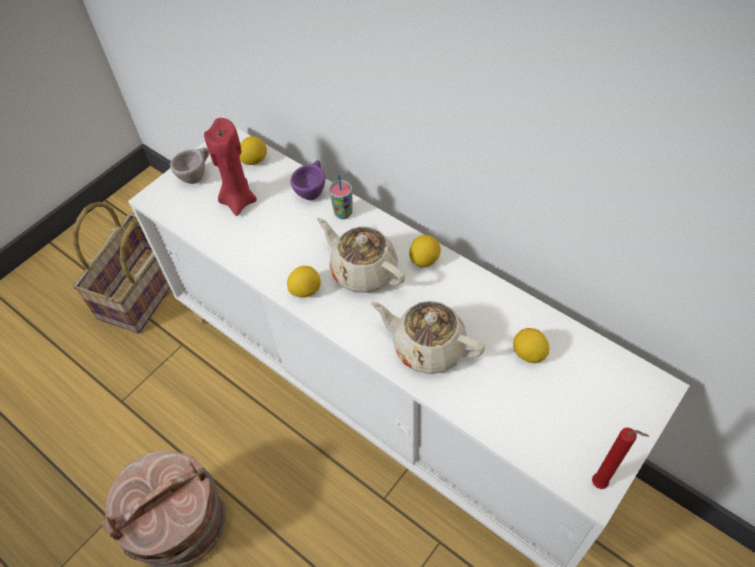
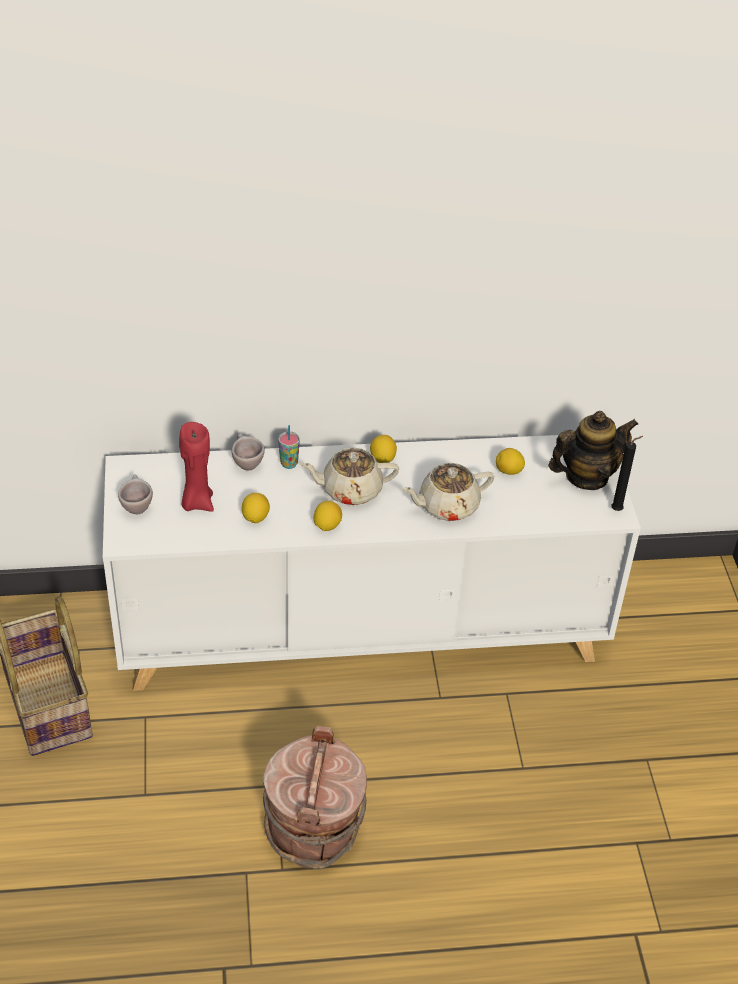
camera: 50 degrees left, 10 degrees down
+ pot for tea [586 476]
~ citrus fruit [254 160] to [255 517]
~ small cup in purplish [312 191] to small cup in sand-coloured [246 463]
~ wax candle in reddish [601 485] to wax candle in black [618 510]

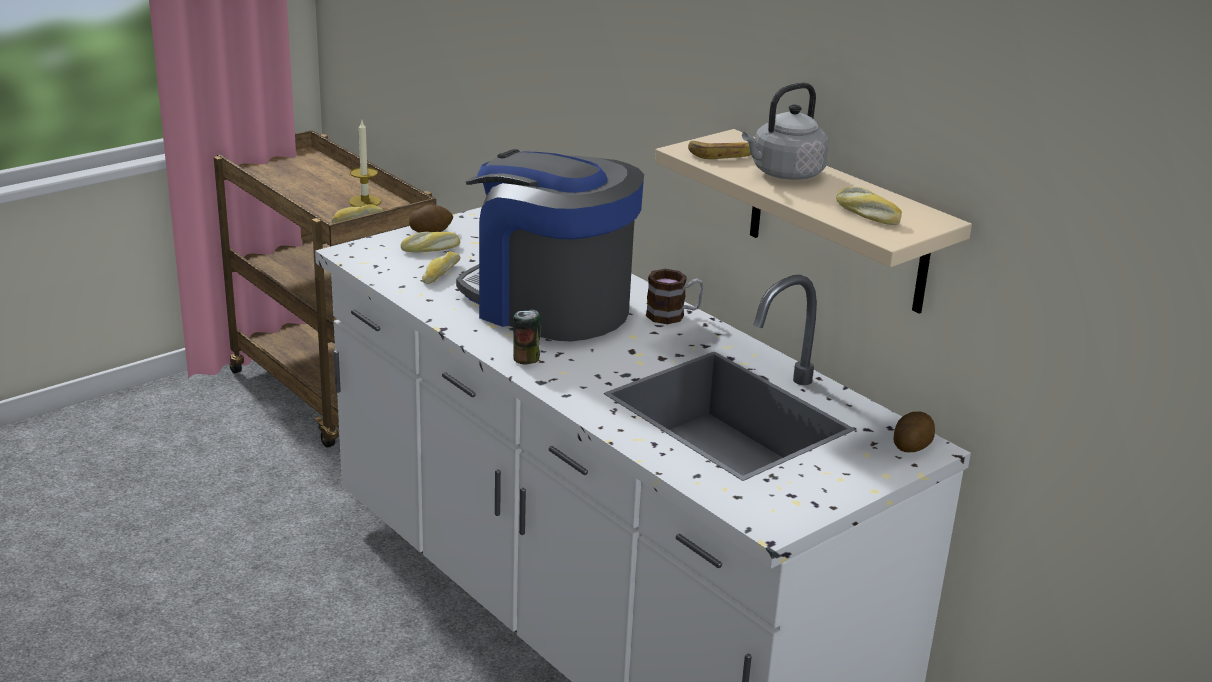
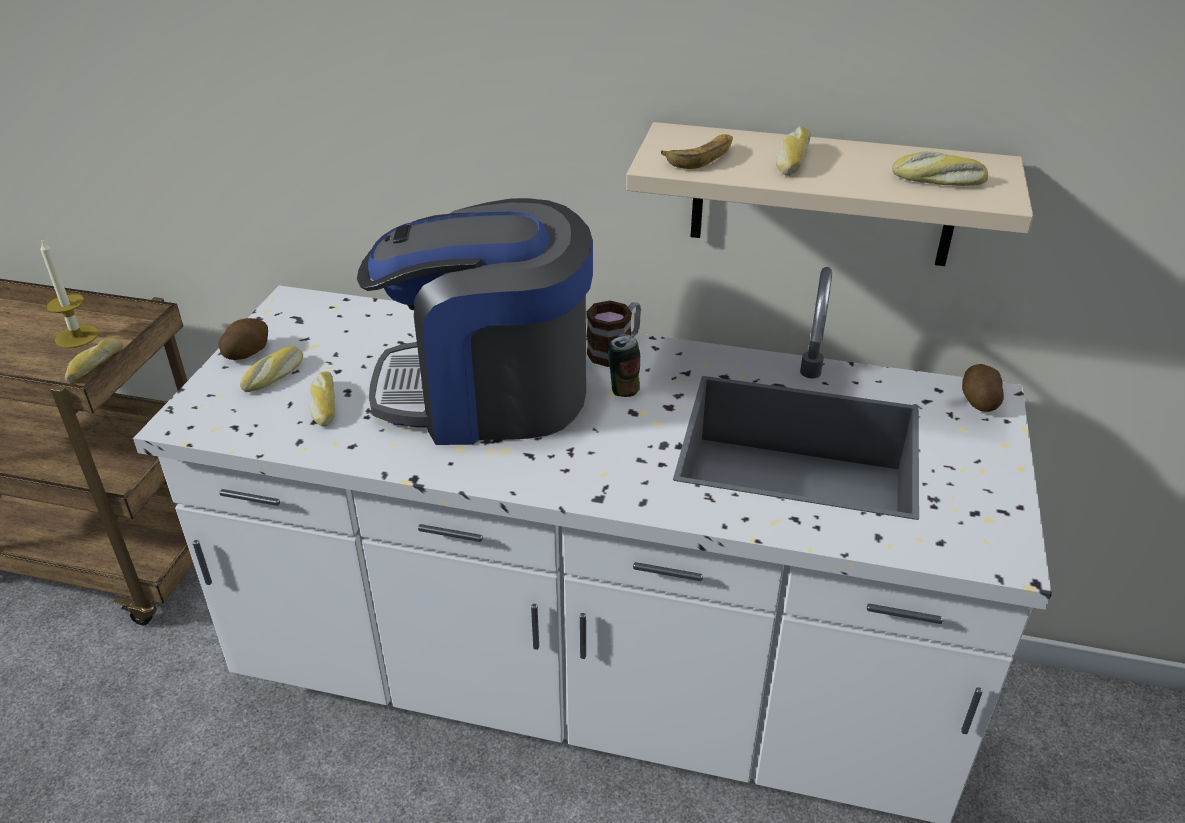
camera: 35 degrees left, 10 degrees up
~ can [526 359] to [623 389]
~ water kettle in greyish [784 174] to baked bread [792 160]

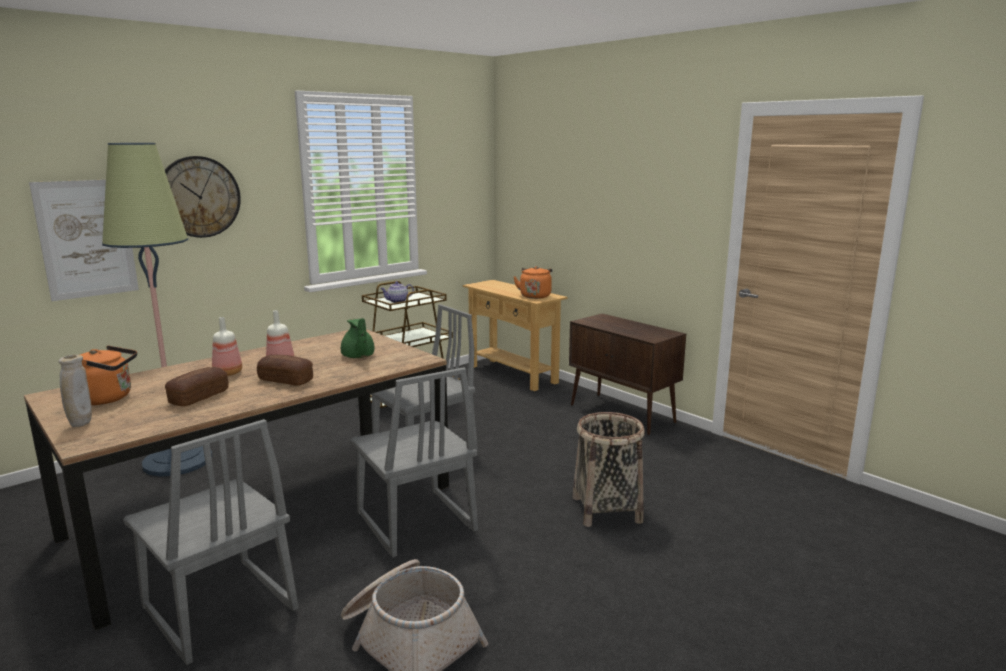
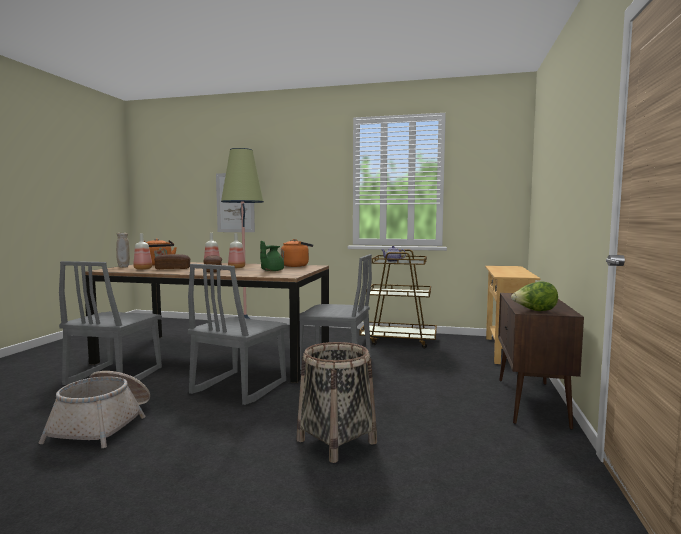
camera: 55 degrees right, 10 degrees down
- clock on the wall [199 197]
+ bottle [143 269]
+ head of lettuce [534 311]
~ water kettle in orange-coloured [535 296] to [296 266]

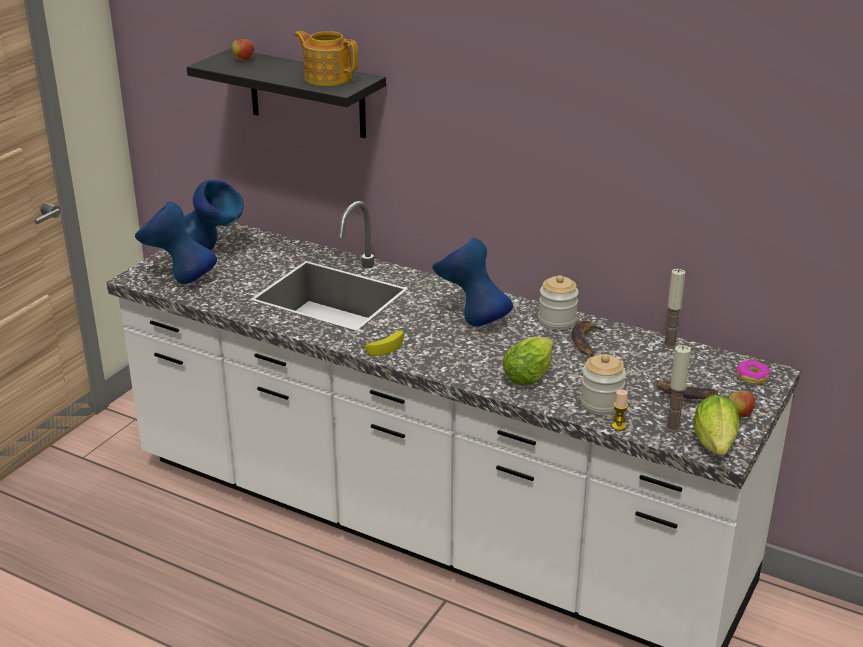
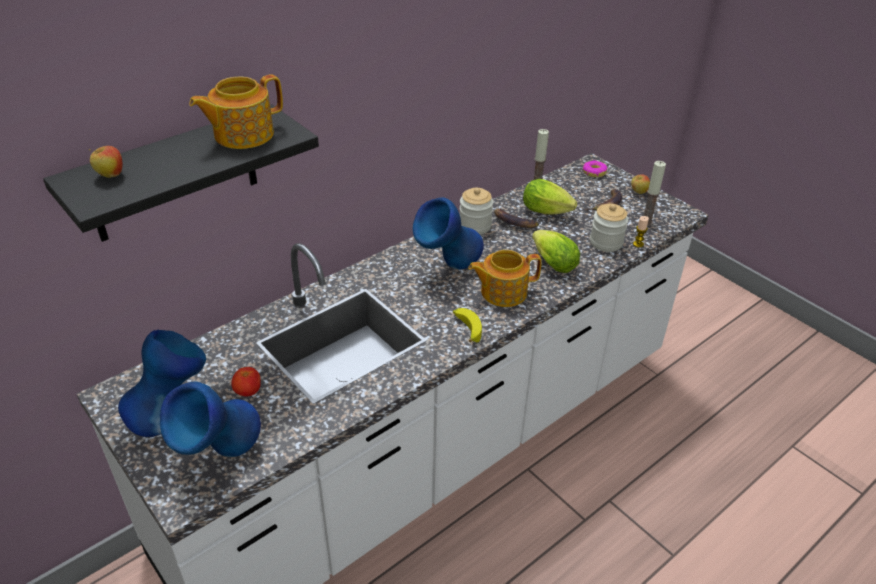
camera: 70 degrees left, 10 degrees up
+ tomato [248 391]
+ pot for tea [502 292]
~ head of lettuce [715 447] to [549 212]

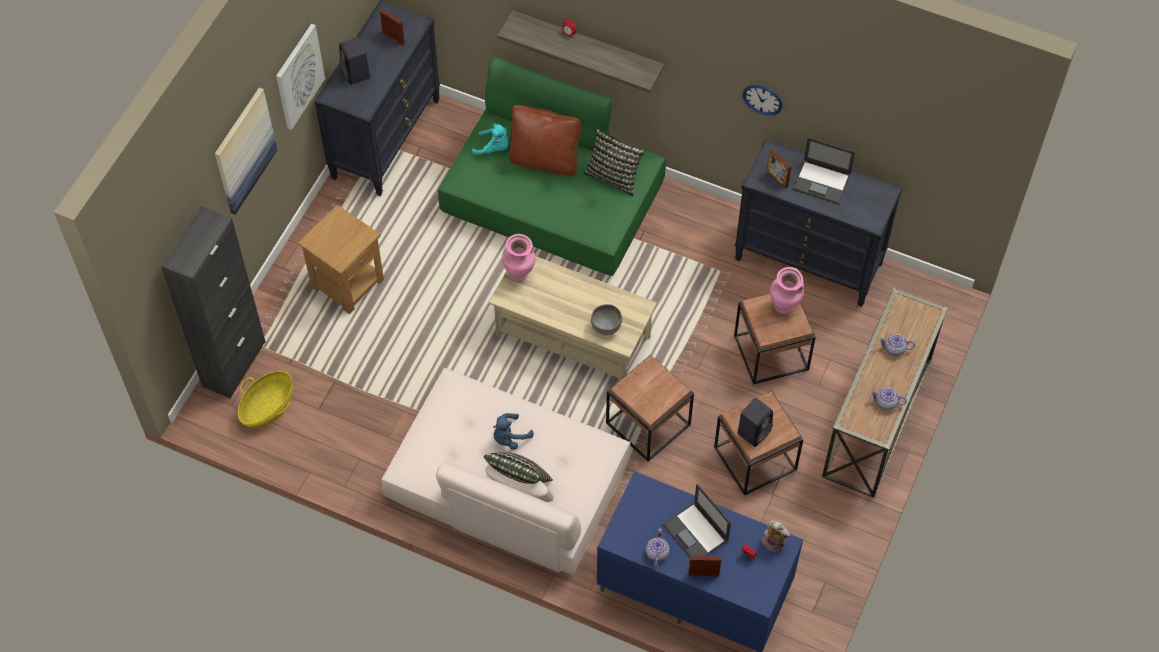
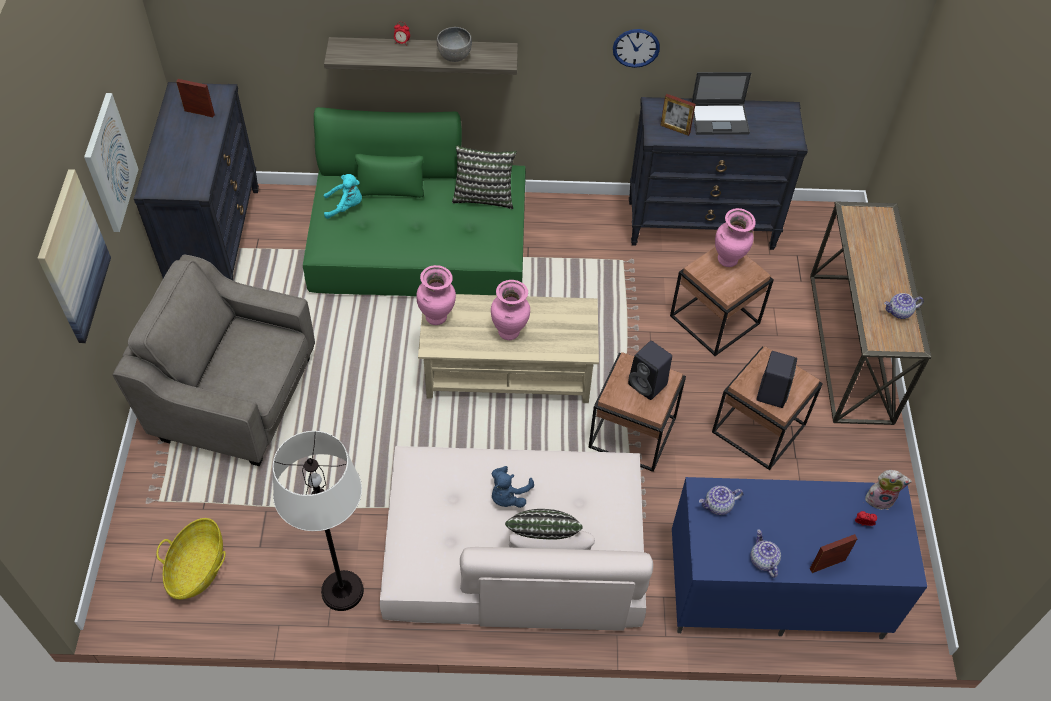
camera: 25 degrees left, 5 degrees down
- storage cabinet in black [234 364]
- pillow in brown [545 160]
- portable computer [696 533]
+ standing lamp in white-coloured [342 591]
+ decorative vase in pink [510 332]
~ audio speaker in black [356 74] to [648 385]
~ bowl in greyish [606 327] to [454 56]
~ pot for tea [894 349] to [718 506]
~ accent table in brown [348 282] to lounge chair in greyish [236 398]

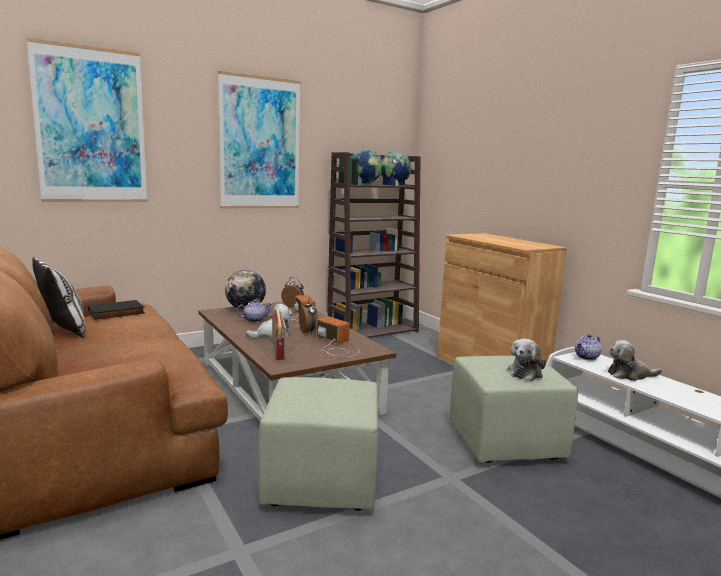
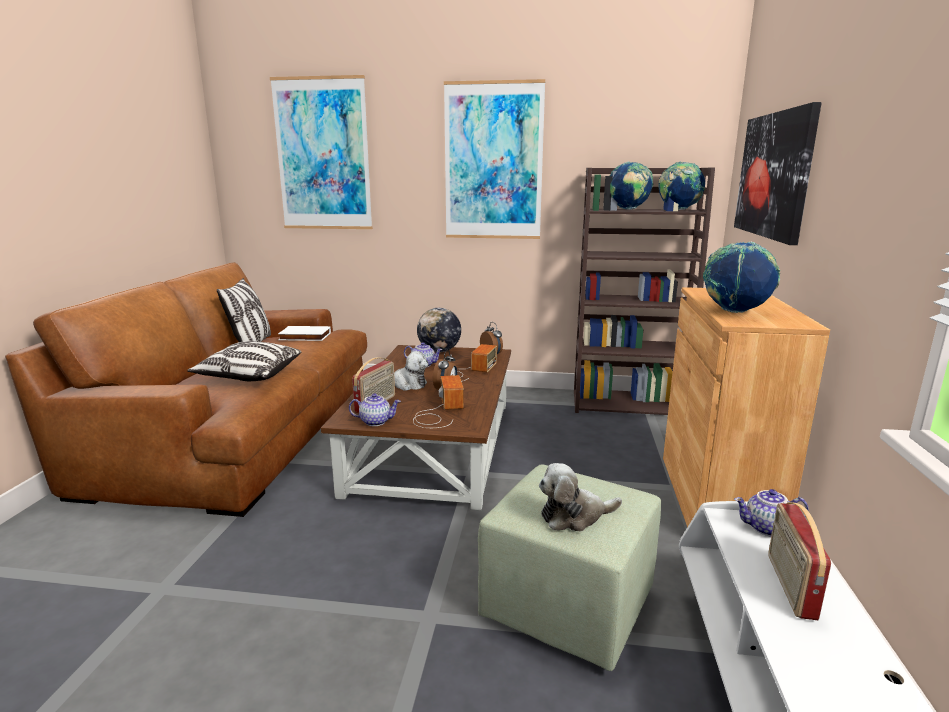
camera: 40 degrees right, 5 degrees up
- ottoman in greenish [321 480]
+ pillow [249 376]
+ pot for tea [376 421]
+ desk globe [735 312]
+ wall art [773 175]
~ soft toy [629 375] to radio set [789 586]
~ bound book in black [116 313] to bound book in white-coloured [304 337]

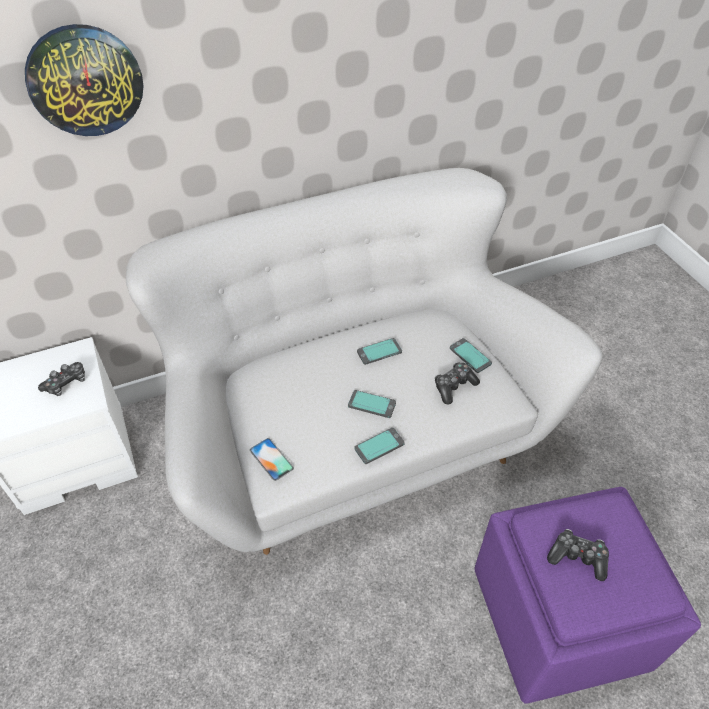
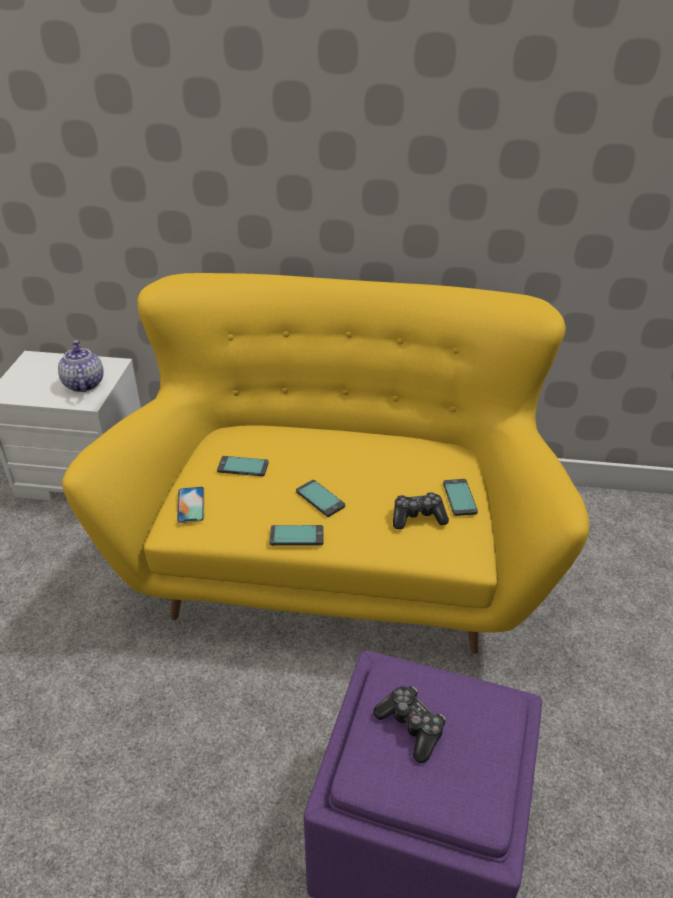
camera: 30 degrees right, 10 degrees down
- clock on the wall [85 81]
~ handset [379 352] to [243 467]
~ joypad [66 383] to pot for tea [83 384]
~ couch in white-coloured [355 434] to couch in yellow [335 555]

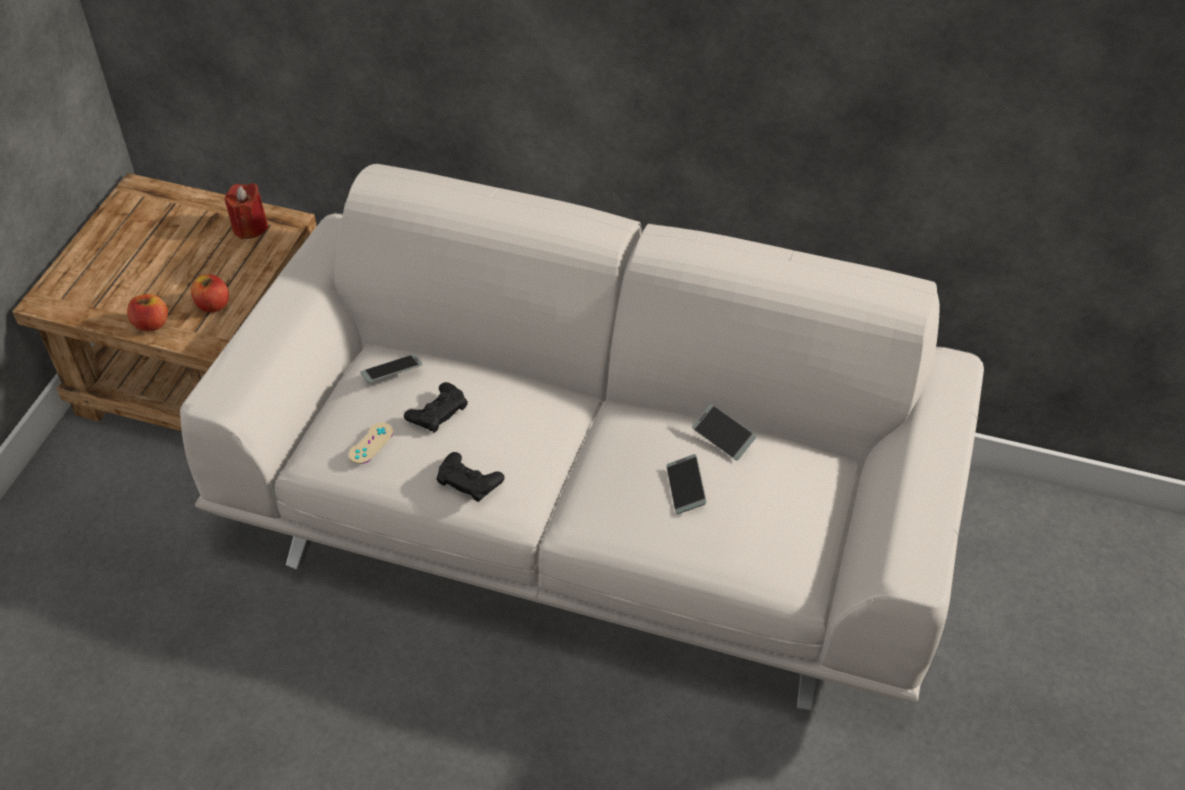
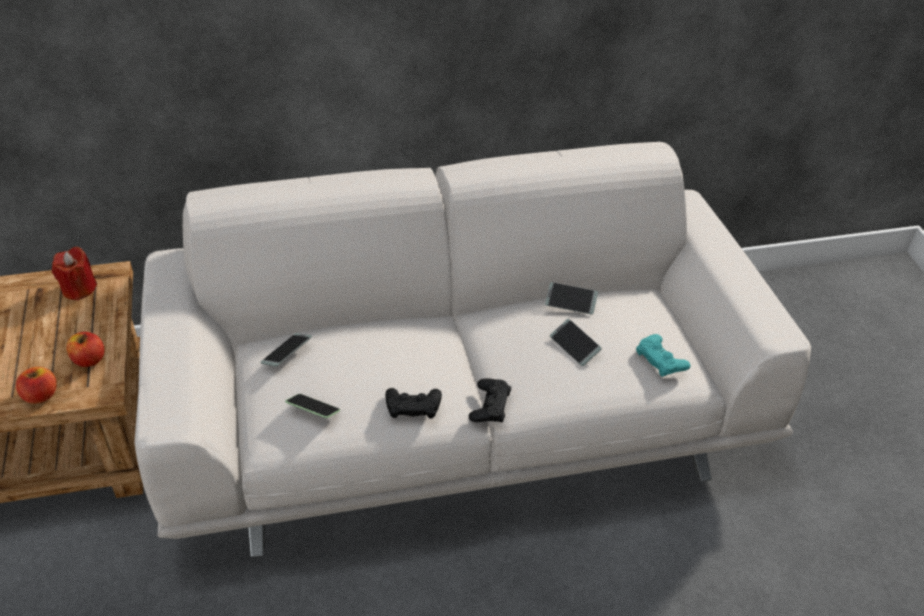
camera: 30 degrees left, 5 degrees down
+ joypad in blue-green [661 359]
~ joypad in black [437 412] to [490 405]
~ joypad in sand-coloured [371 443] to handset [313 410]

